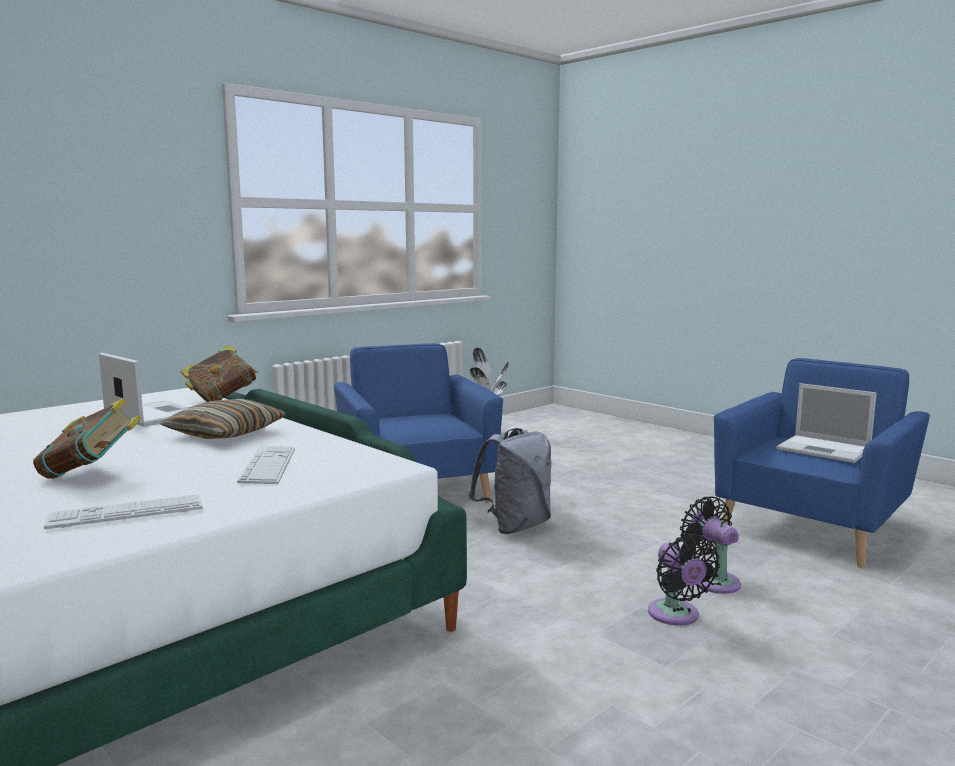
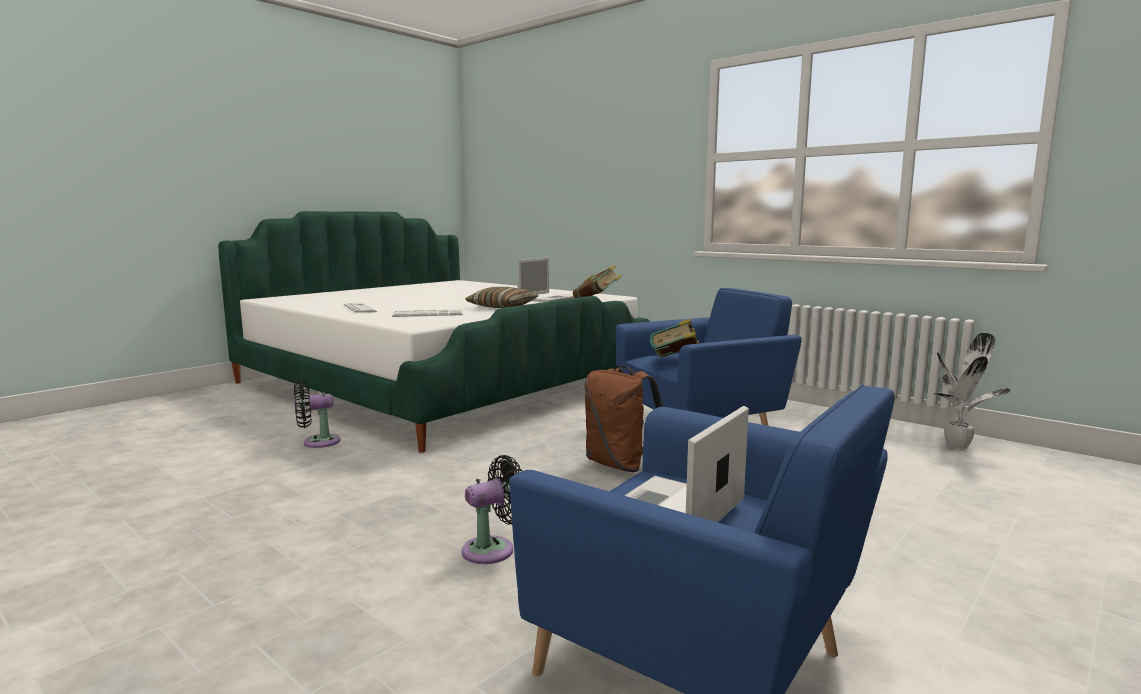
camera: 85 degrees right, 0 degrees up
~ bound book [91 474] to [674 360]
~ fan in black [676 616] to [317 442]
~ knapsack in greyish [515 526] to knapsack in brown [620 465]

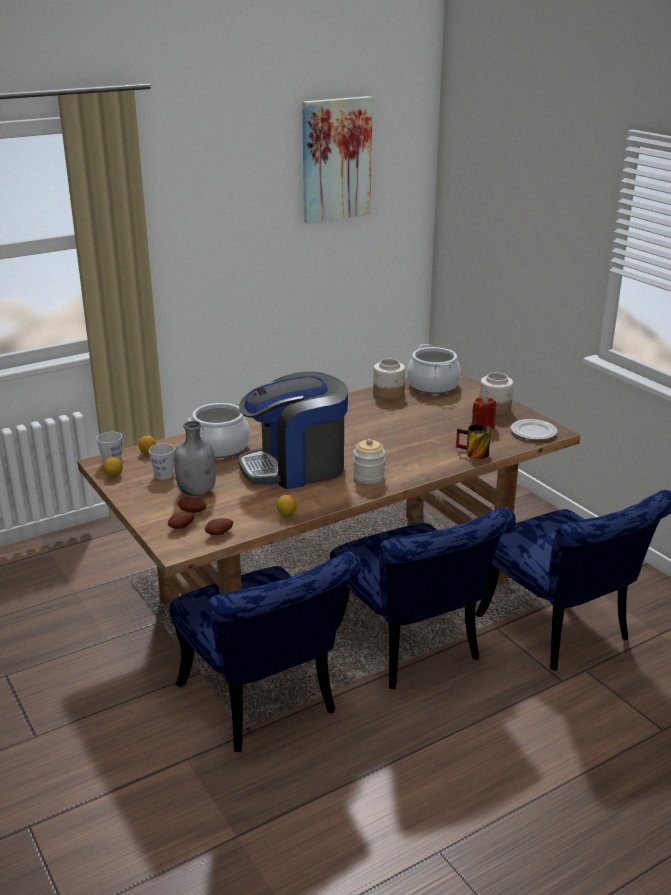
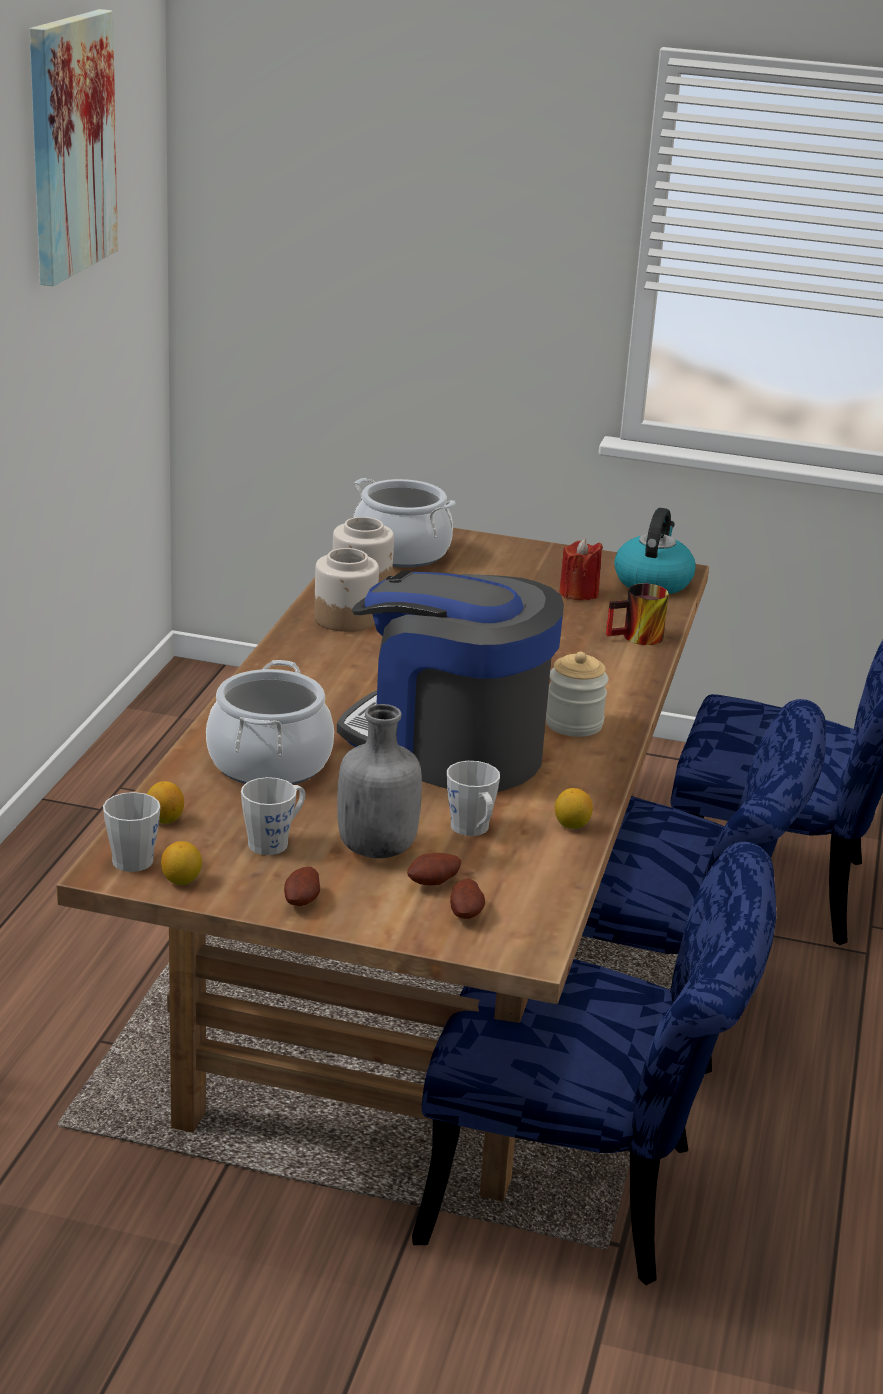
camera: 45 degrees left, 0 degrees up
+ coffee mug in greyish [473 830]
~ whole potato [219 534] to [303 901]
~ jar [495 409] to [346 619]
~ dinner plate [533 432] to water kettle [652 581]
~ coffee maker [295 467] = [448 749] 90 degrees clockwise

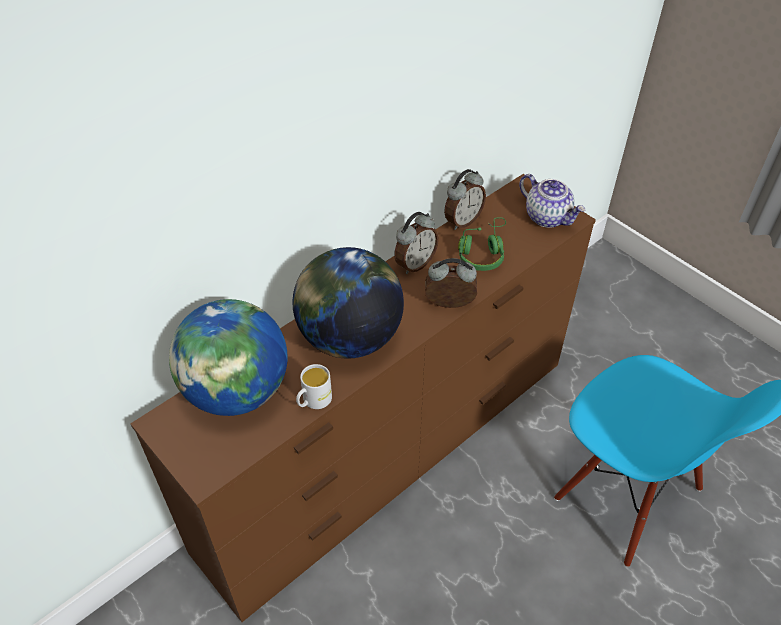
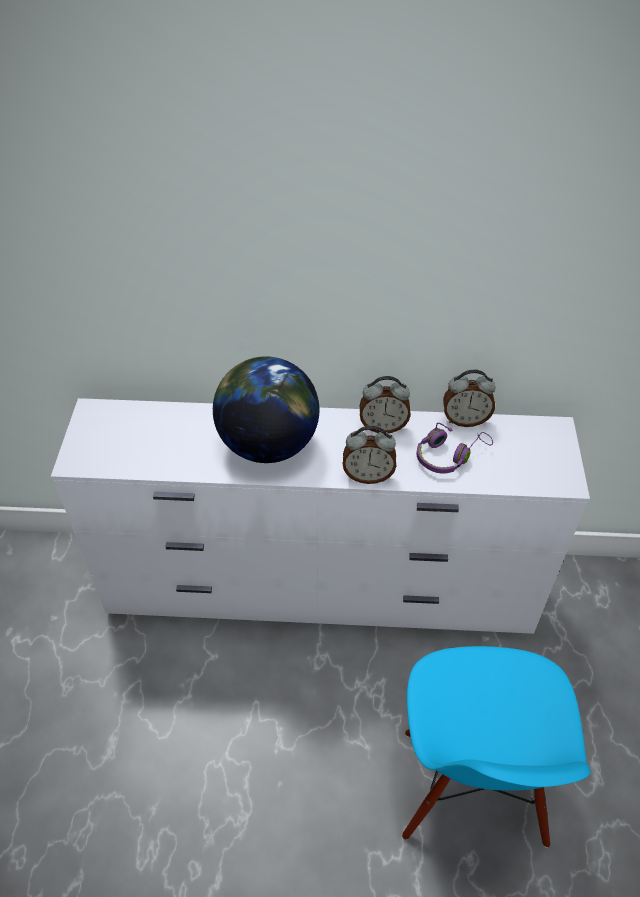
camera: 45 degrees right, 0 degrees up
- desk globe [237 391]
- coffee mug in white-coloured [313 401]
- pot for tea [548 217]
~ dresser in brown [390 453] to dresser in white-coloured [320 588]
~ headphones in greenish [482 252] to headphones in purplish [449 455]
~ alarm clock [449 306] = [368 475] 135 degrees clockwise

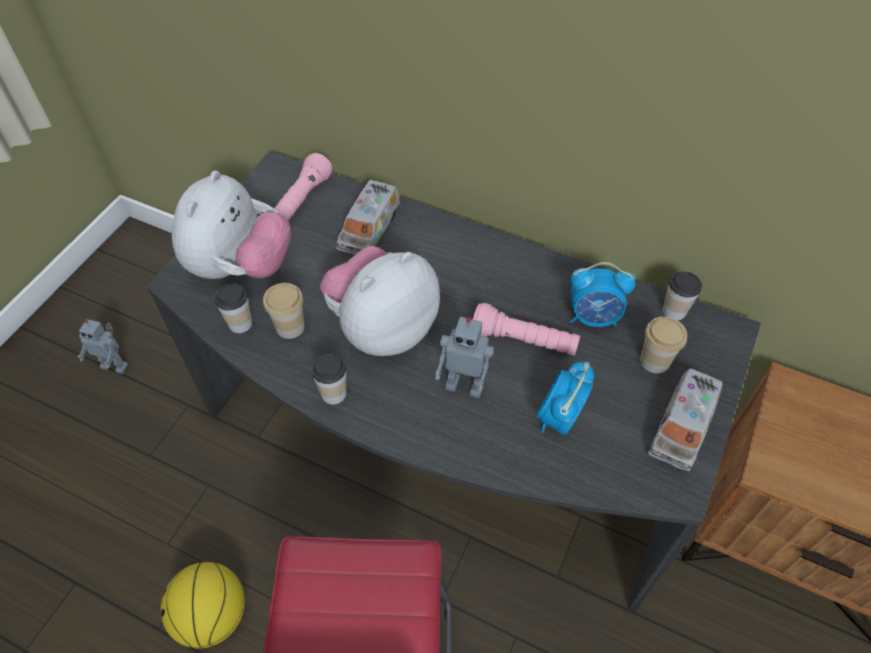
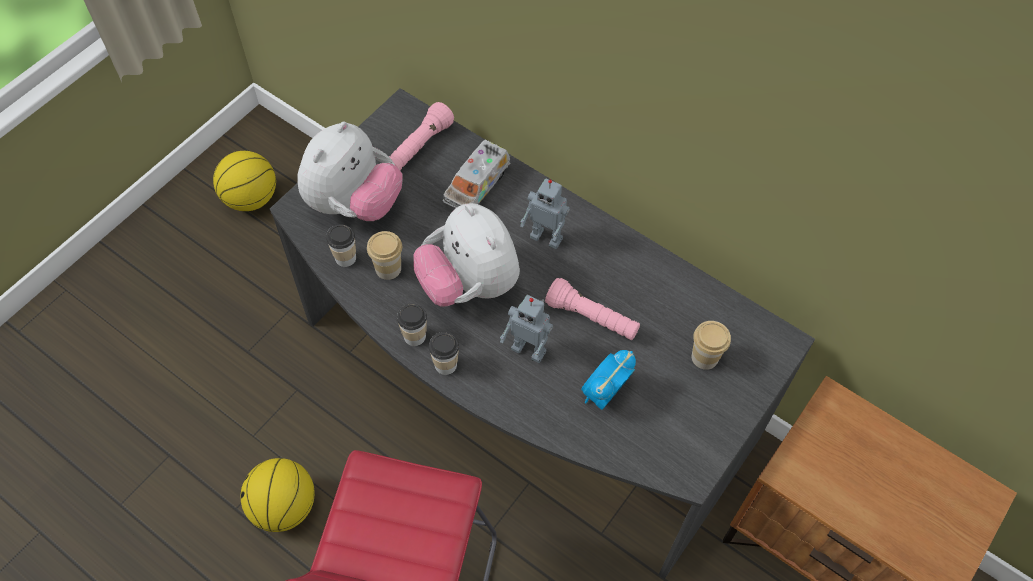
camera: 10 degrees right, 5 degrees up
- alarm clock [593 317]
- toy lorry [681 428]
+ ball for basketball [250 199]
~ model robot [115 365] to [547 237]
~ small cup [674 311] to [445 365]
~ soft toy [383 328] = [469 284] 90 degrees counterclockwise

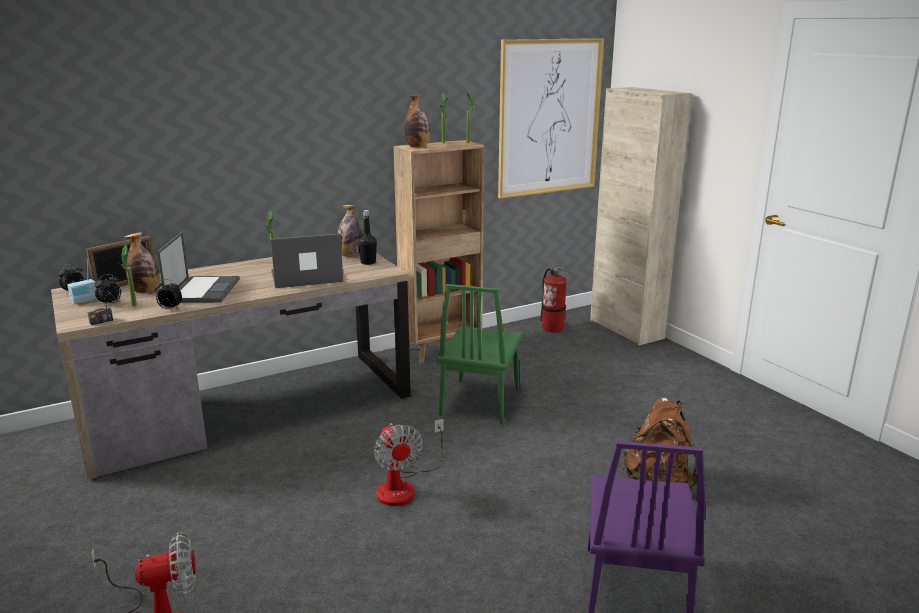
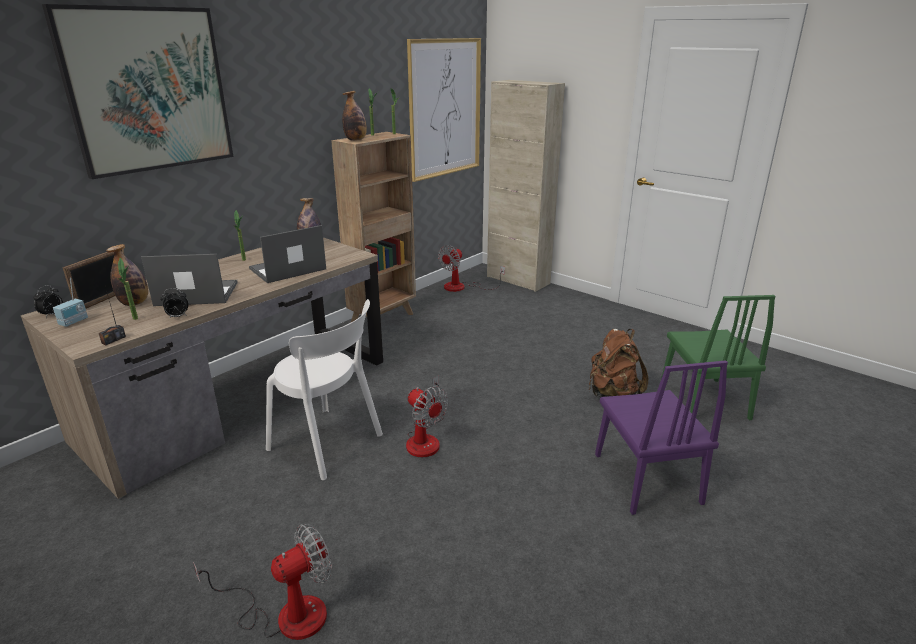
camera: 20 degrees left, 5 degrees up
- alarm clock [110 303]
- bottle in black [368 262]
+ wall art [148 90]
+ plain chair in white-coloured [329 443]
~ plain chair in greenish [480 401] to [703 400]
~ extinguisher [552 328] to fan [462 287]
~ portable computer [203 290] = [195 294] 75 degrees counterclockwise

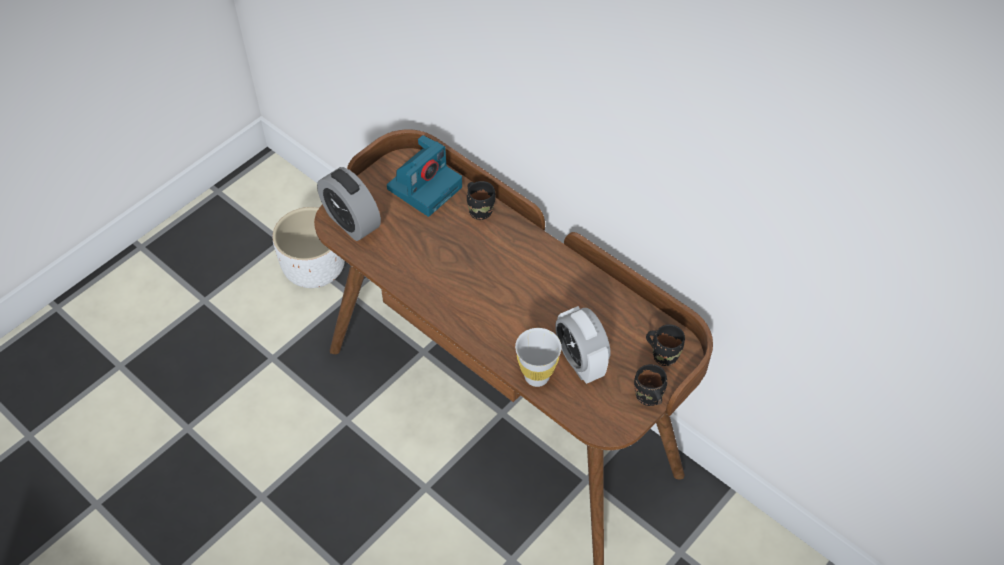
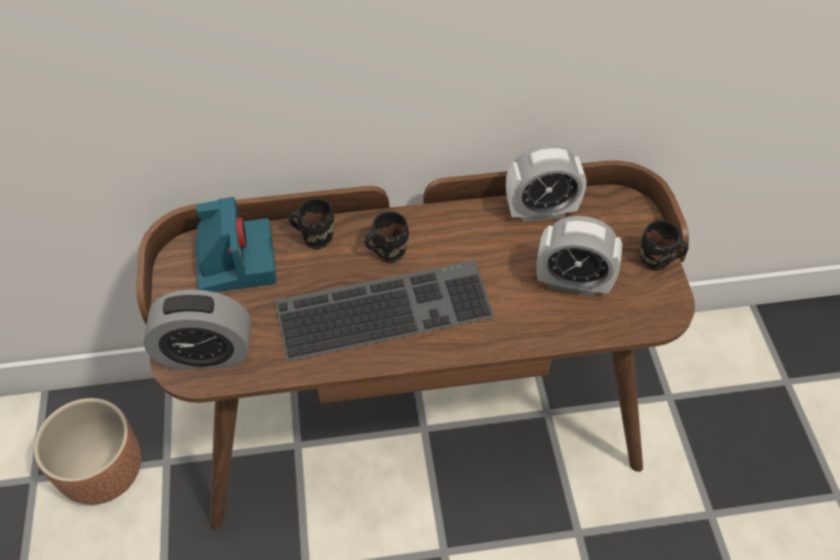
camera: 50 degrees left, 0 degrees up
- small cup in white-coloured [537 376]
+ keyboard [385 306]
+ alarm clock [540 211]
~ coffee mug in black [664 354] to [388 251]
~ flower pot in white-coloured [315 269] to flower pot in brown [104 471]

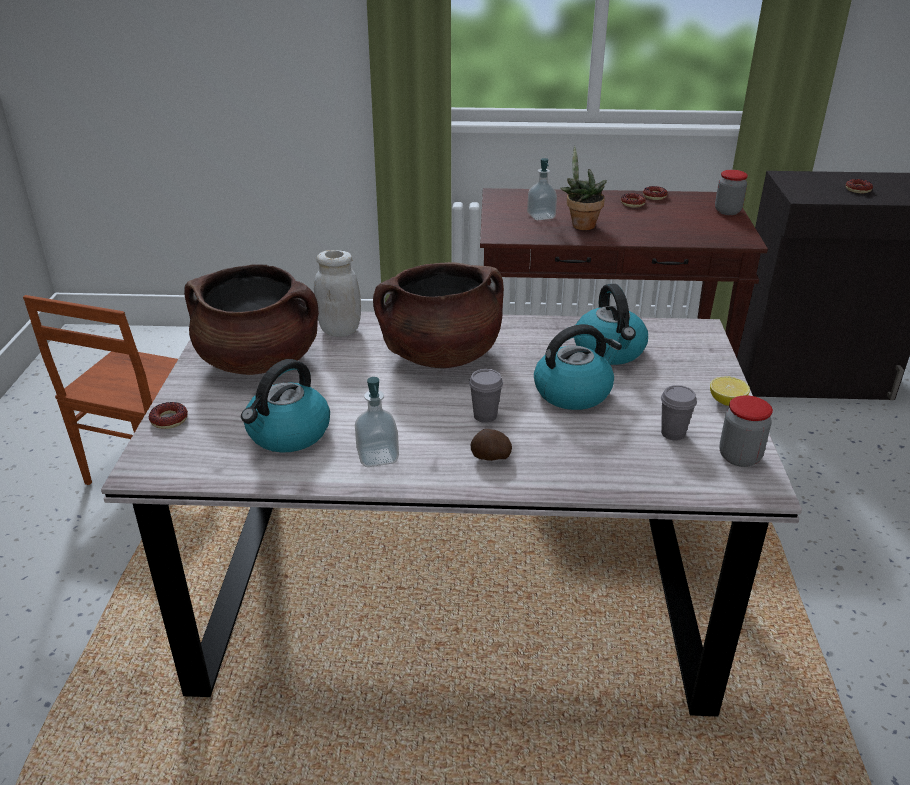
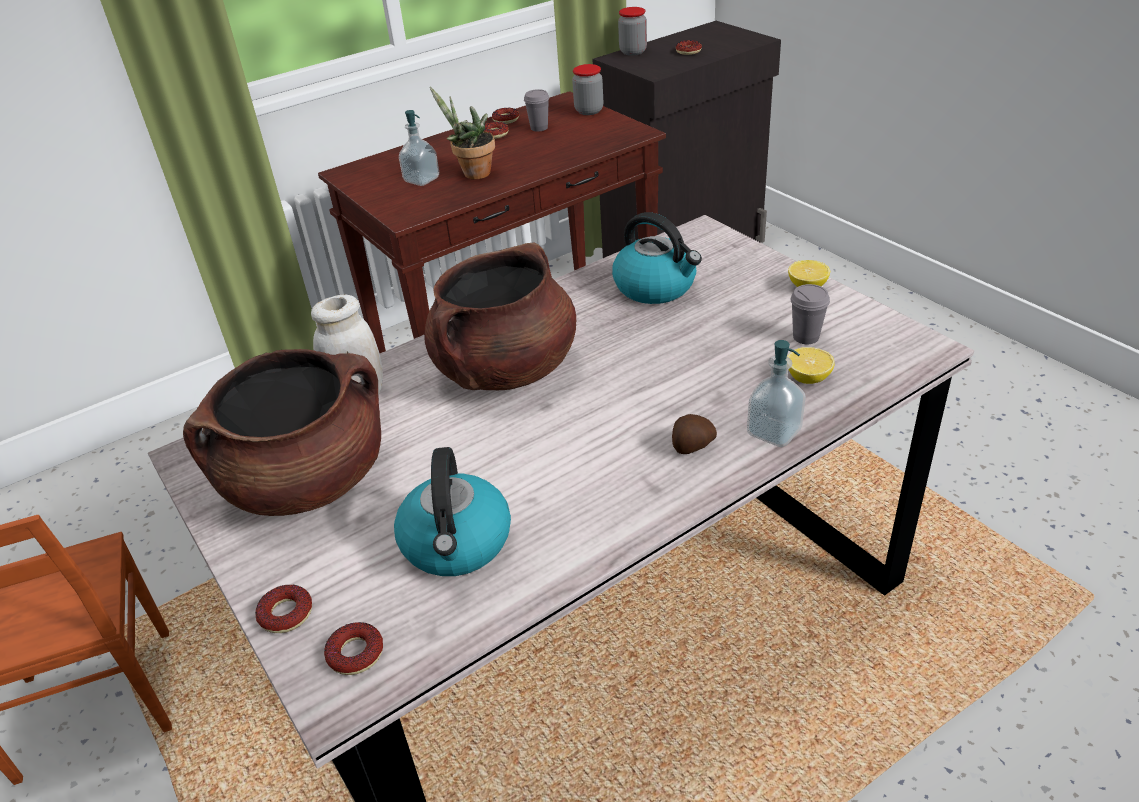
camera: 35 degrees left, 5 degrees up
- water kettle [573 392]
+ ring doughnut [356 653]
+ citrus fruit [808 378]
~ soap bottle [377 456] to [774 432]
~ small cup in greyish [485 416] to [539 128]
~ jar [739 457] to [633 52]

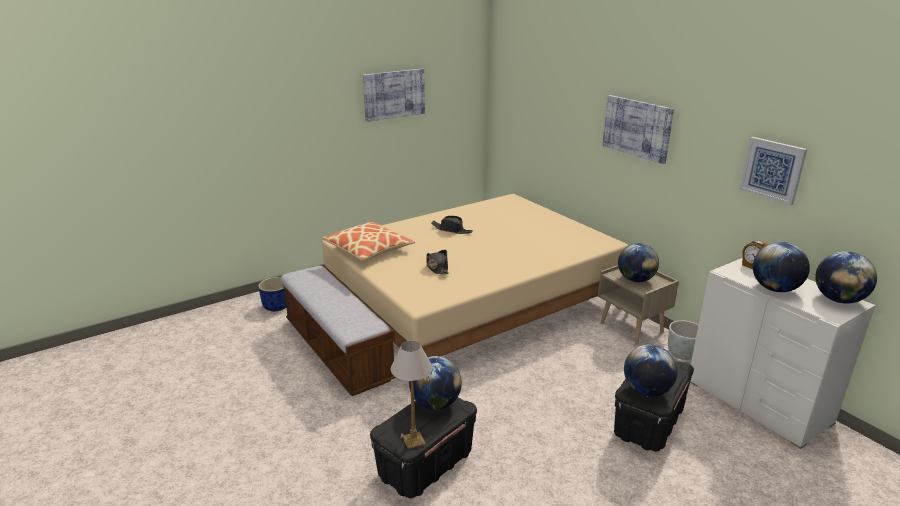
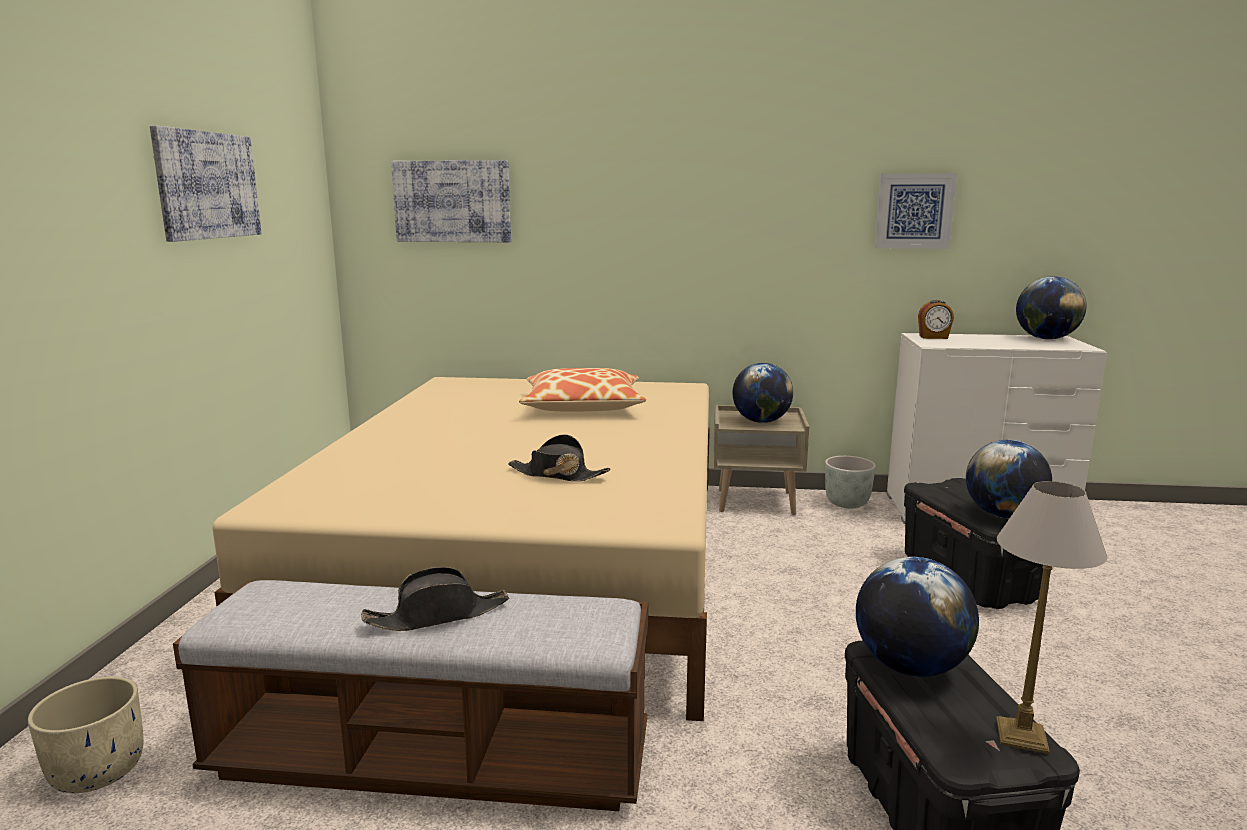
camera: 50 degrees left, 10 degrees down
- desk globe [775 289]
~ pillow [368 249] to [583 406]
~ hat in black [452 230] to [438 615]
~ wall art [637 128] to [452 201]
~ flower pot in bluish [277 306] to flower pot in sand-coloured [98 770]

